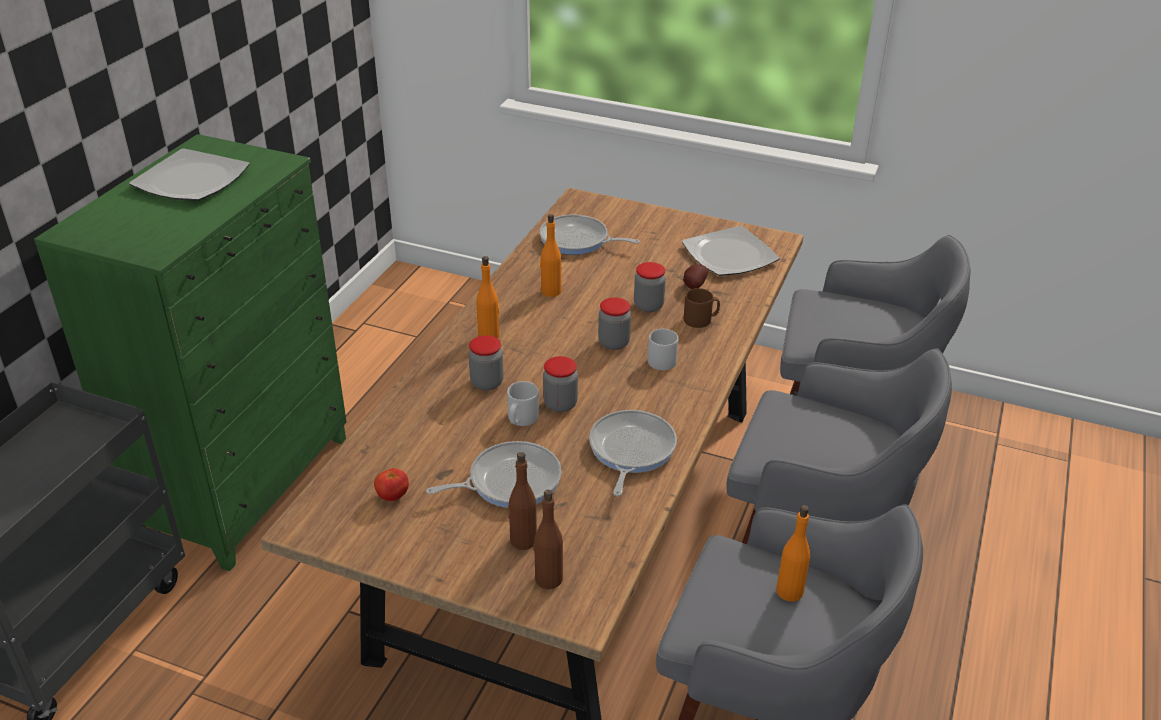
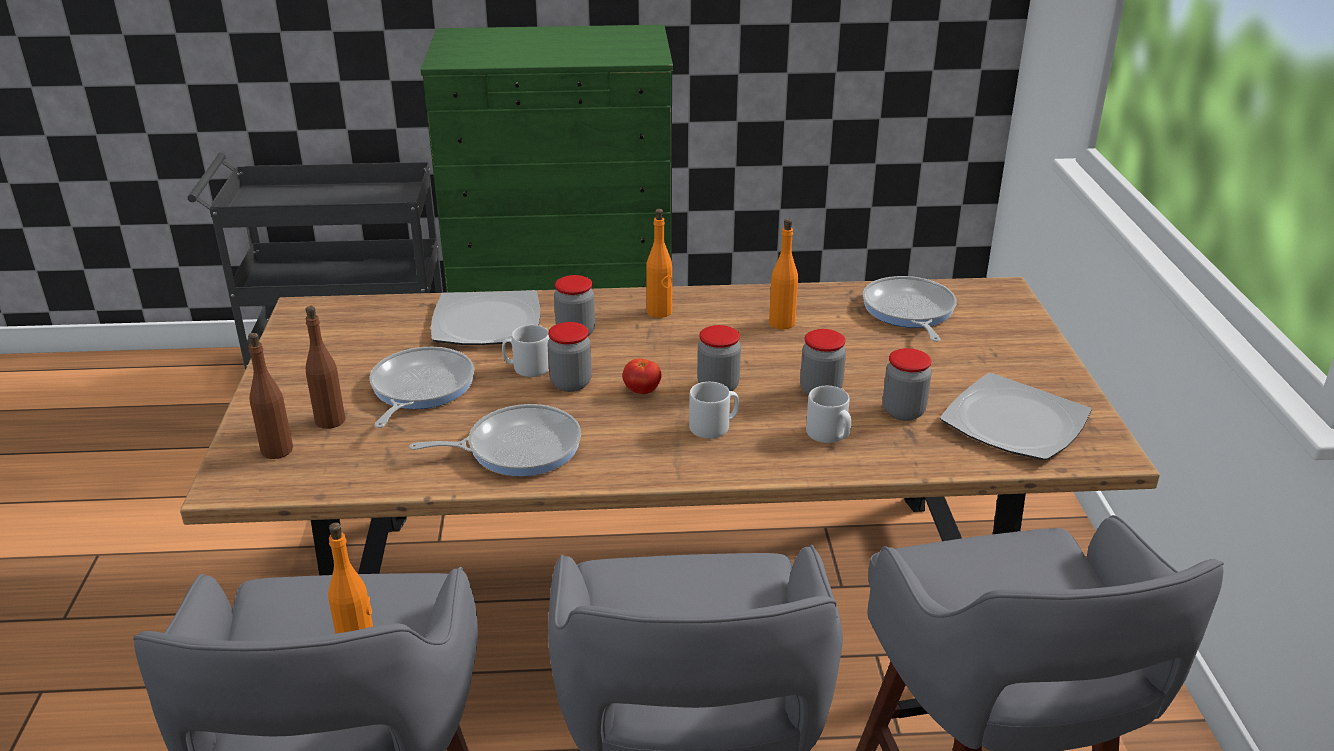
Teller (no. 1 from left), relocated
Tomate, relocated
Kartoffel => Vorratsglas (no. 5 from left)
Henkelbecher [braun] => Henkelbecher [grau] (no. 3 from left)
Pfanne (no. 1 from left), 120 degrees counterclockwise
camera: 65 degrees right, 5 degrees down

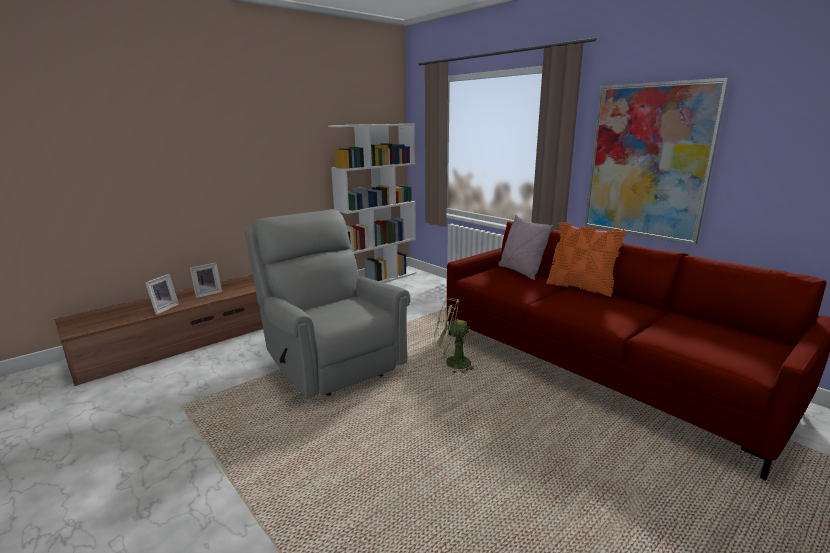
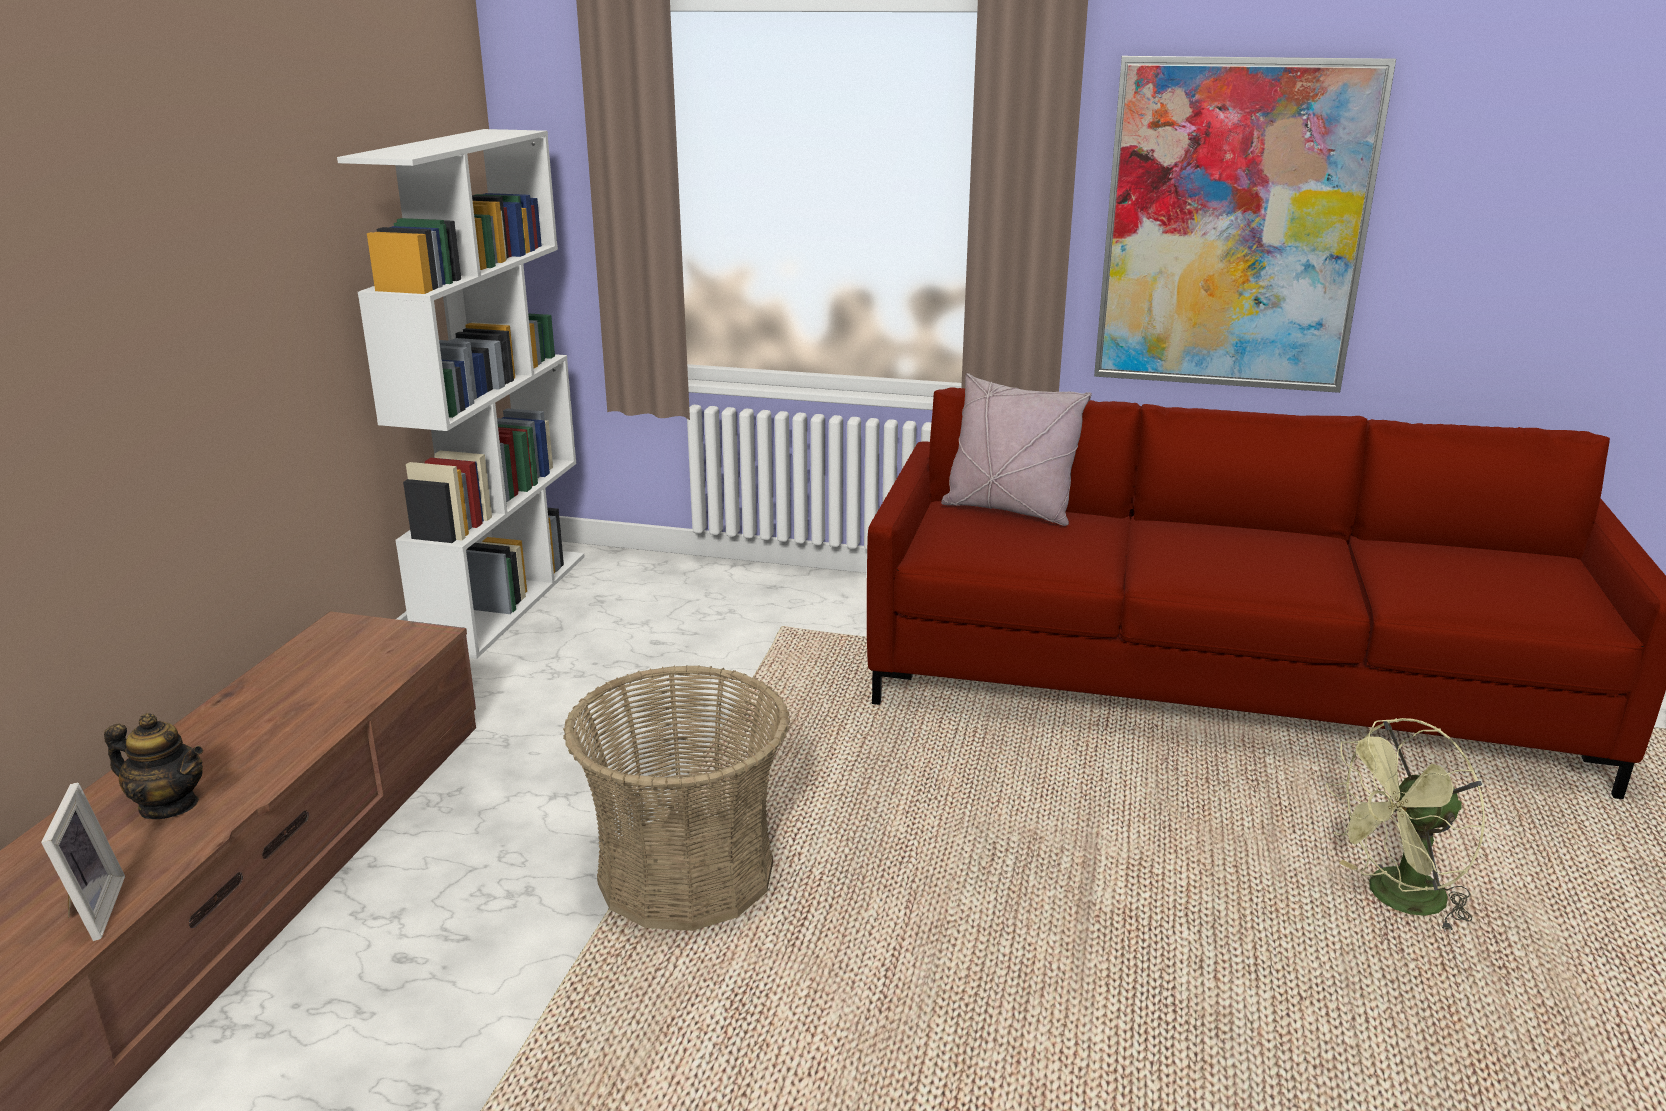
Kissen [orange] => nothing
Ventilator [grün], relocated
Bilderrahmen (no. 2 from left) => Teekanne
Sessel [grau] => Korb
camera: 35 degrees left, 5 degrees up

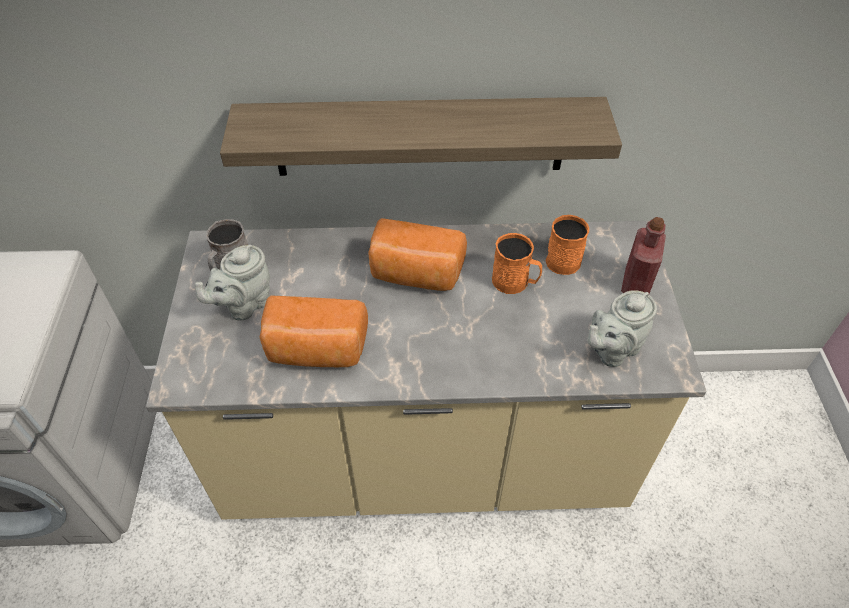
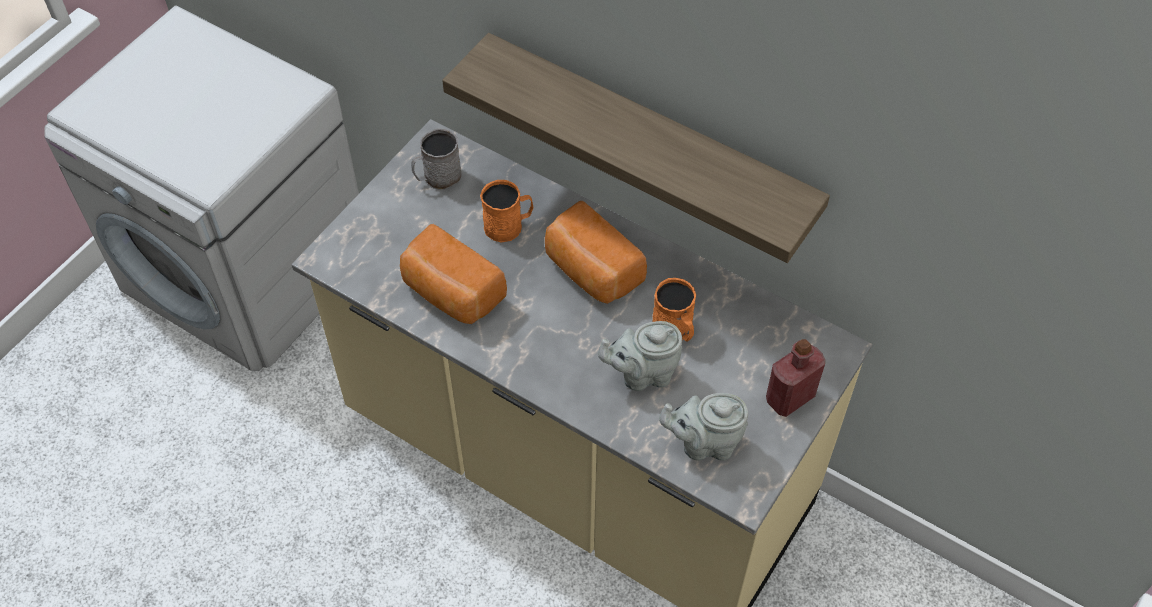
Teekanne [grau] (no. 1 from left), relocated
Henkelbecher [orange] (no. 2 from left in the first image) => Henkelbecher [orange] (no. 1 from left), relocated
camera: 35 degrees right, 5 degrees up

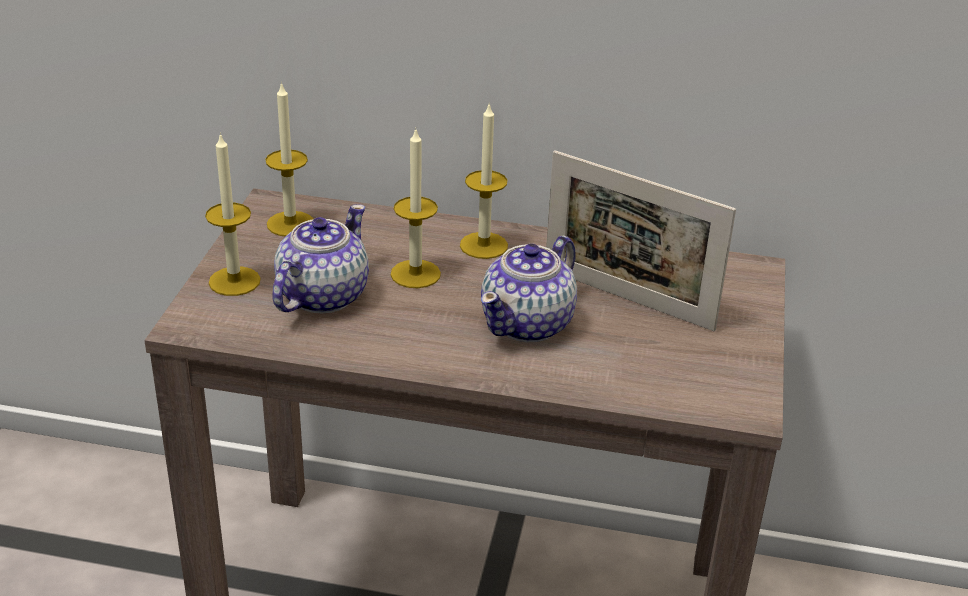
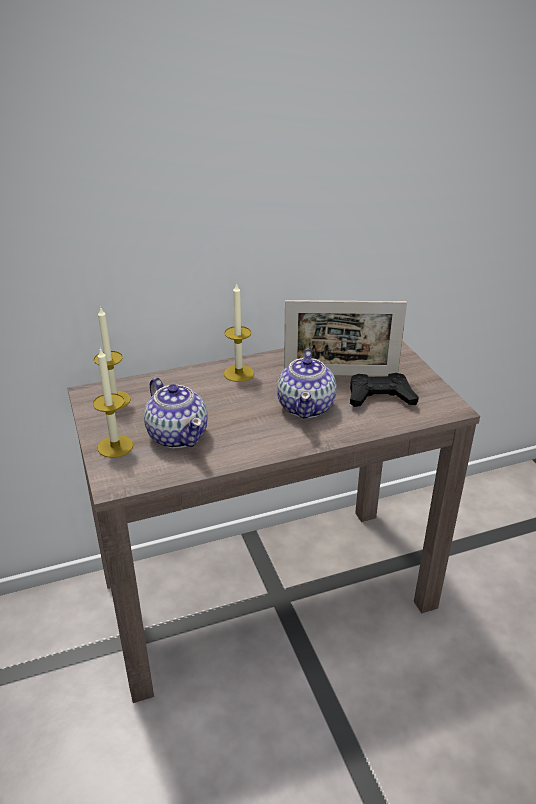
Kerze (no. 3 from left) => nothing
nothing => Gamepad [schwarz]
Teekanne (no. 1 from left), 150 degrees clockwise
camera: 30 degrees left, 0 degrees up

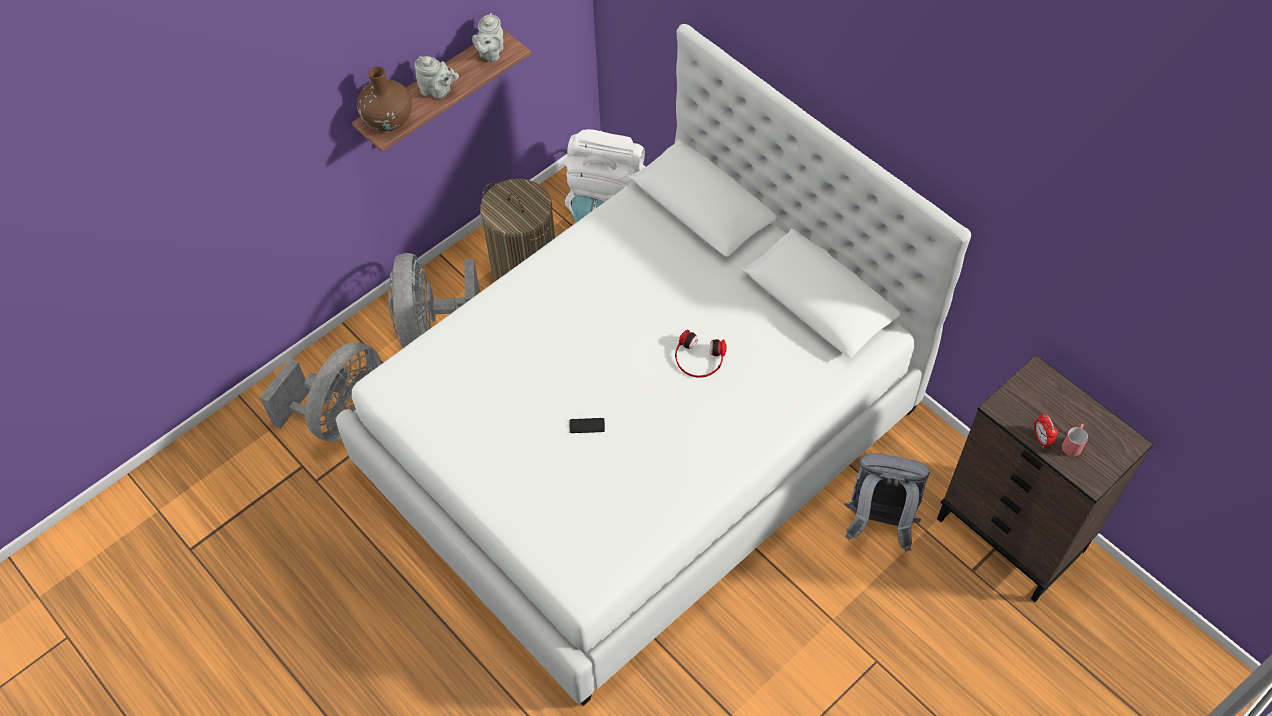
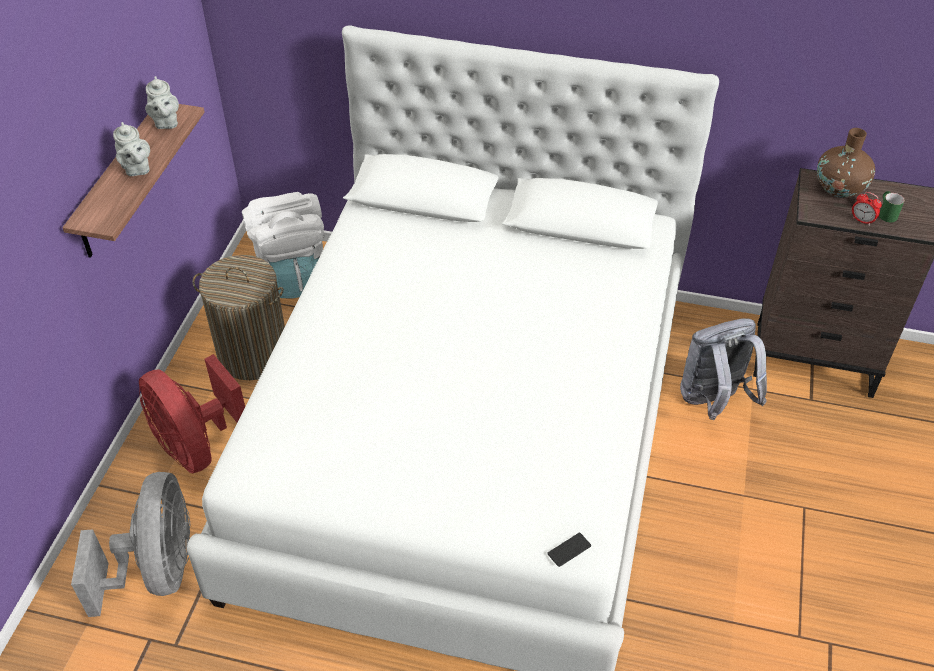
Kopfhörer => nothing
Vase [braun], relocated
Handy, relocated
Ventilator [grau] (no. 2 from left) => Ventilator [rot]
Henkelbecher [rot] => Henkelbecher [grün]
Teekanne [grau] (no. 1 from left), 75 degrees clockwise
camera: 35 degrees left, 10 degrees down

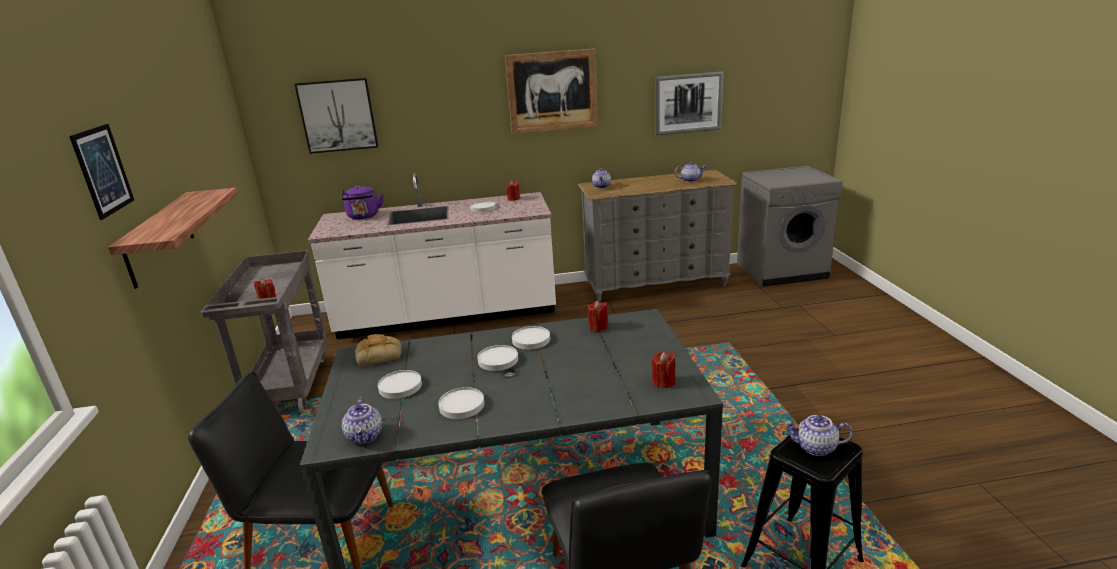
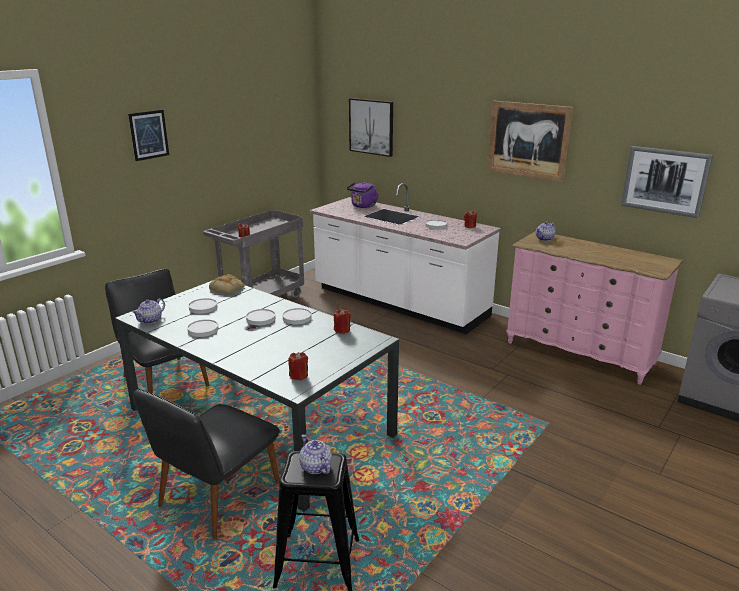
Wandregal => nothing
Teekanne (no. 3 from left) => nothing
Kommode [grau] => Kommode [rosa]
camera: 45 degrees right, 0 degrees up

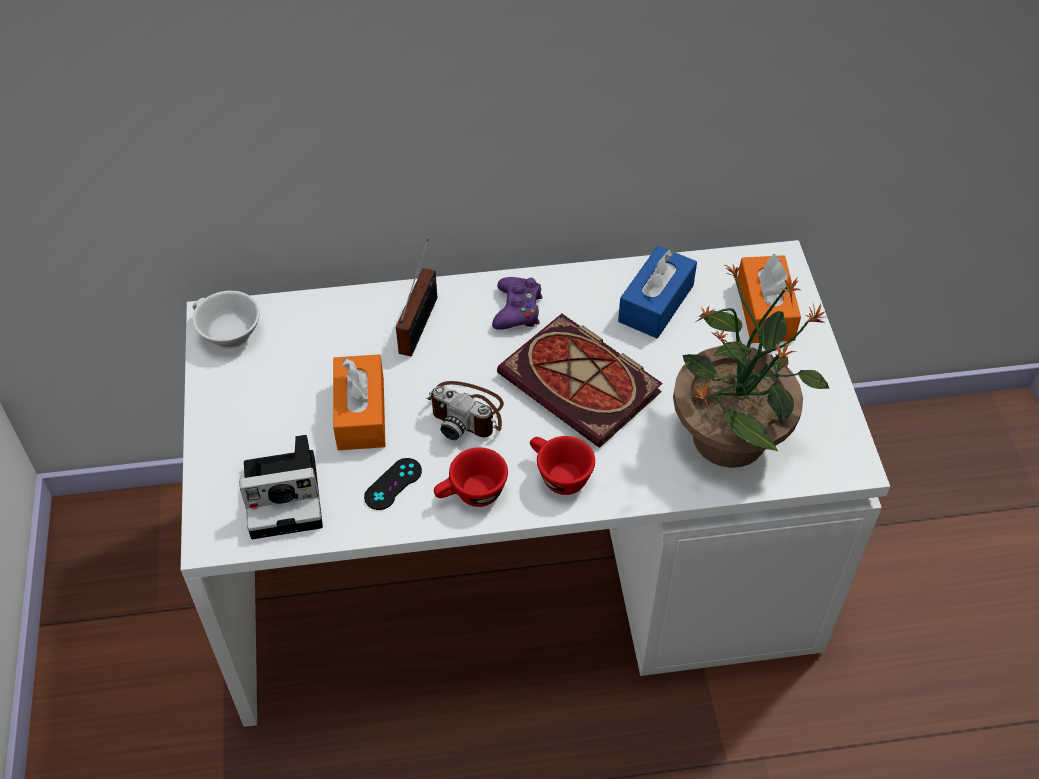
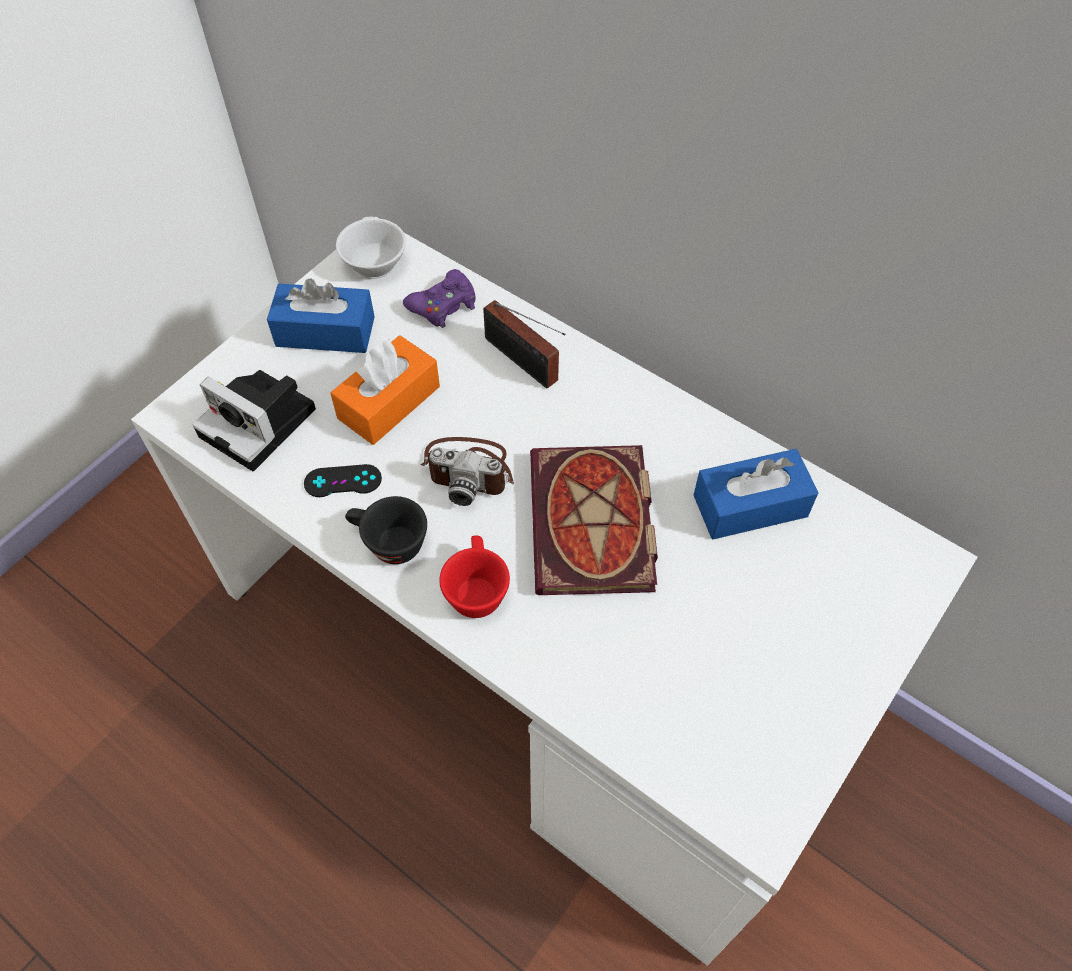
Topfpflanze => nothing
Taschentuchbox [orange] (no. 2 from left) => nothing
nothing => Taschentuchbox [blau] (no. 1 from left)
Gamepad [lila], relocated
Tasse [rot] (no. 1 from left) => Tasse [schwarz]
Radio, 75 degrees clockwise
Kamera (no. 2 from left), 60 degrees counterclockwise
camera: 45 degrees right, 5 degrees up

